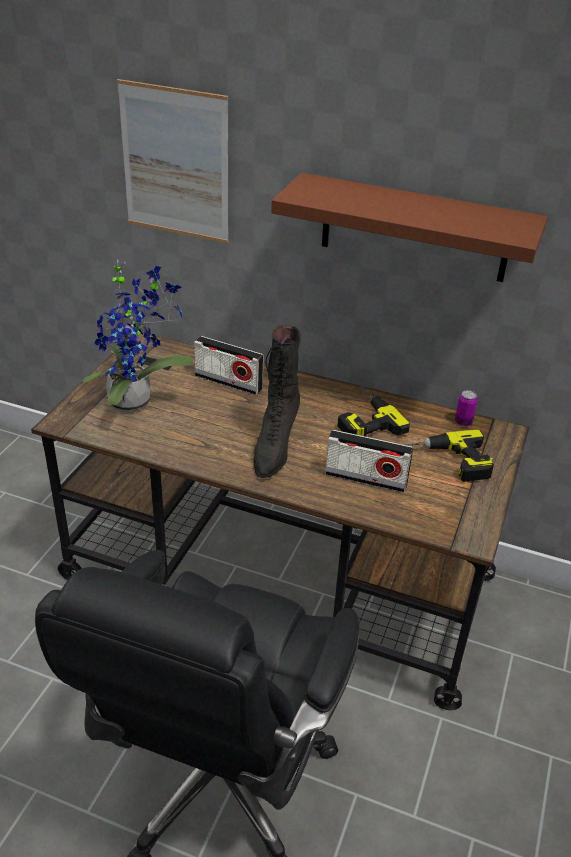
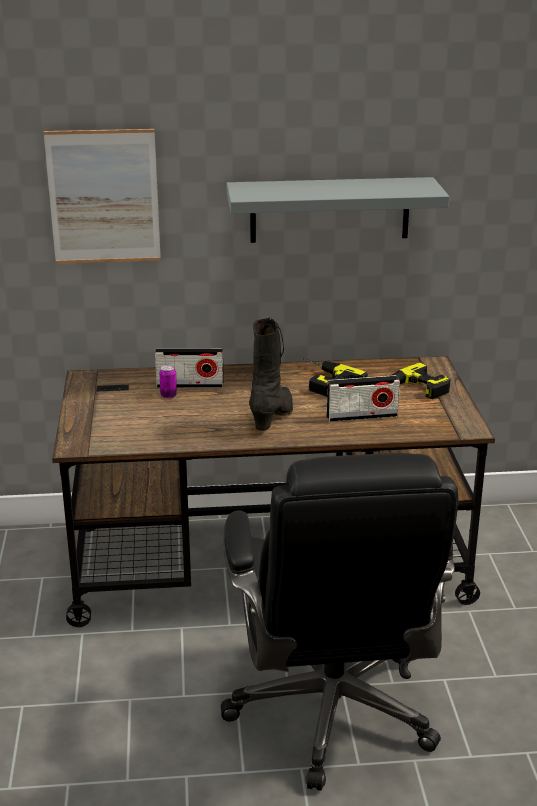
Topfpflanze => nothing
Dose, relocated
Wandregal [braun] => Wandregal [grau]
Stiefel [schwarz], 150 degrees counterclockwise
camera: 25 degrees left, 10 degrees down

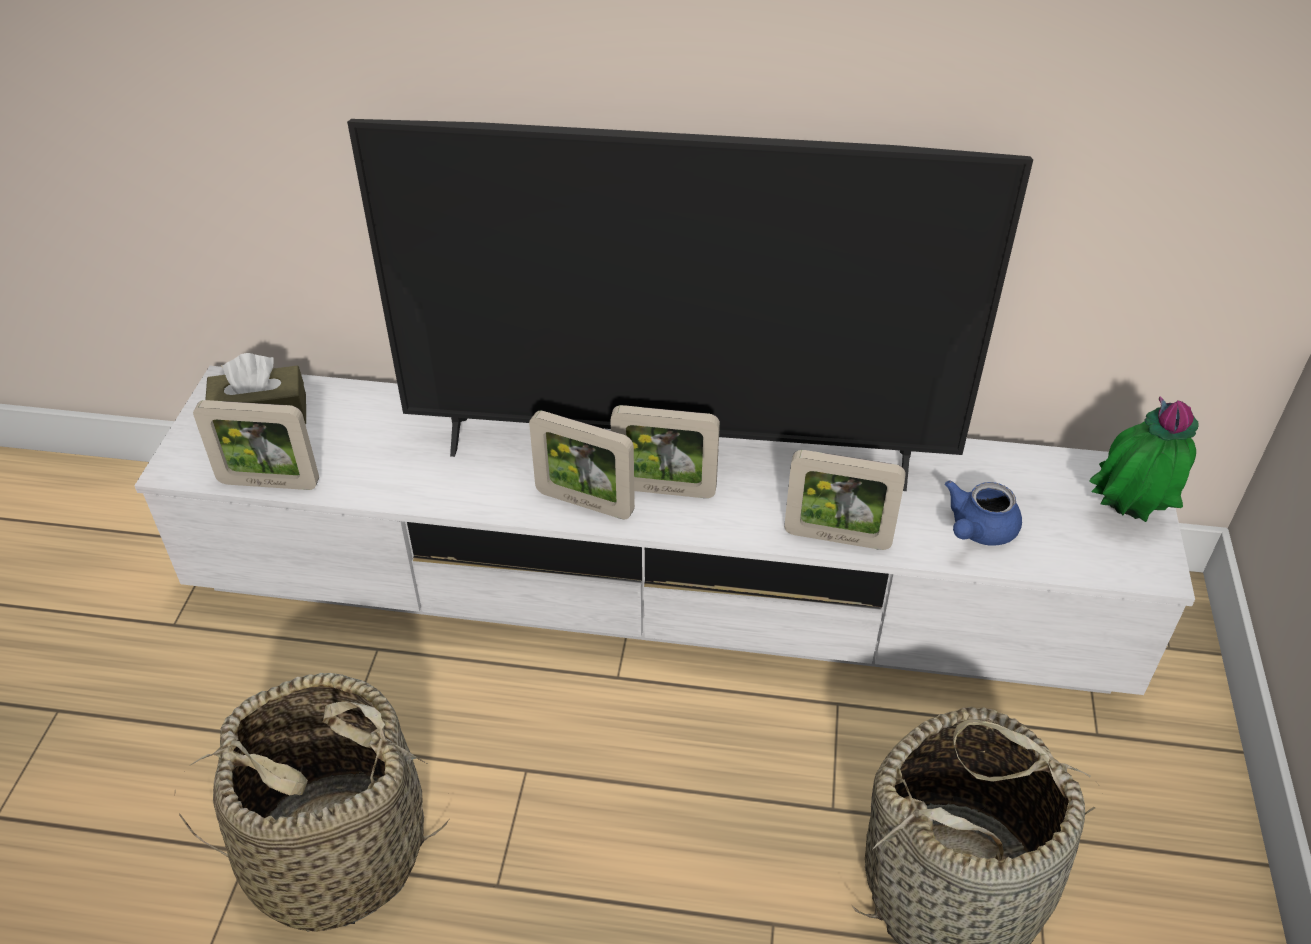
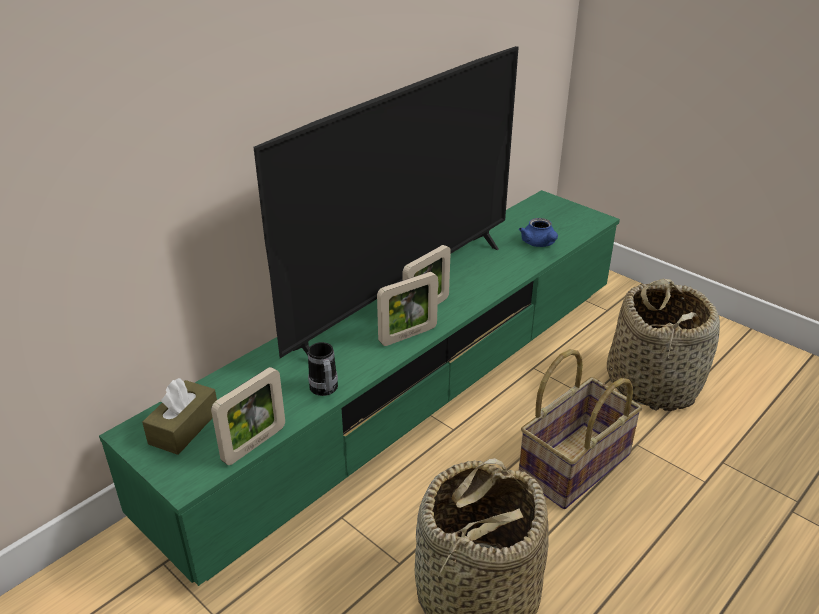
Bilderrahmen (no. 4 from left) => nothing
Topfpflanze => nothing
nothing => Henkelbecher
nothing => Korb (no. 2 from left)
Fernsehschrank [weiß] => Fernsehschrank [grün]
camera: 55 degrees left, 10 degrees down

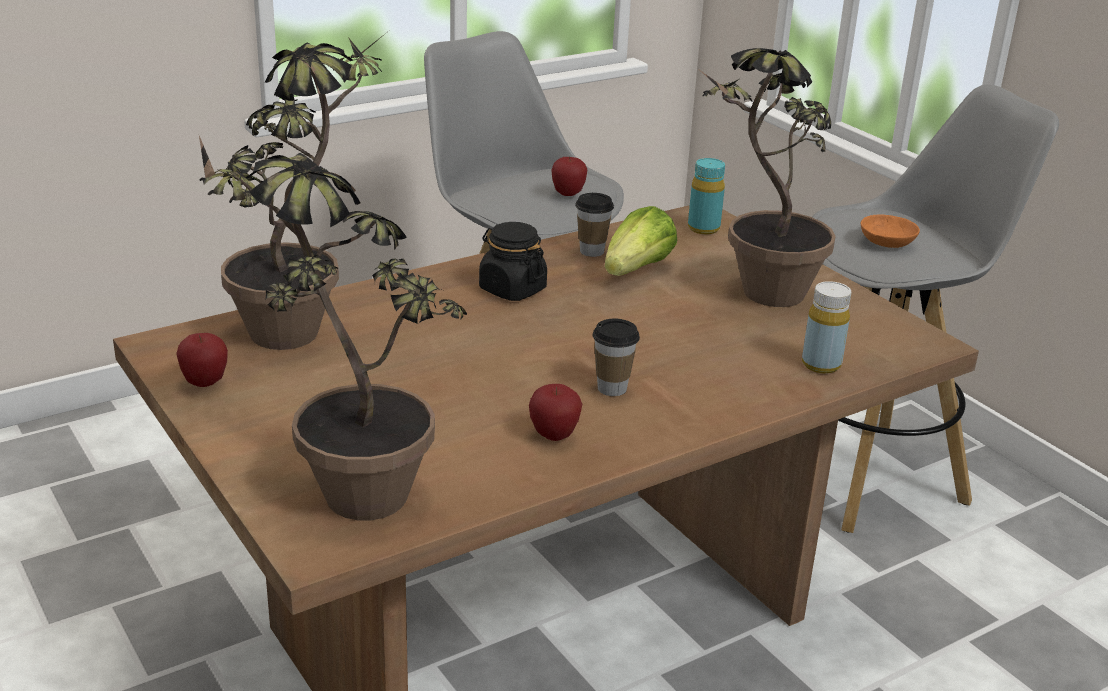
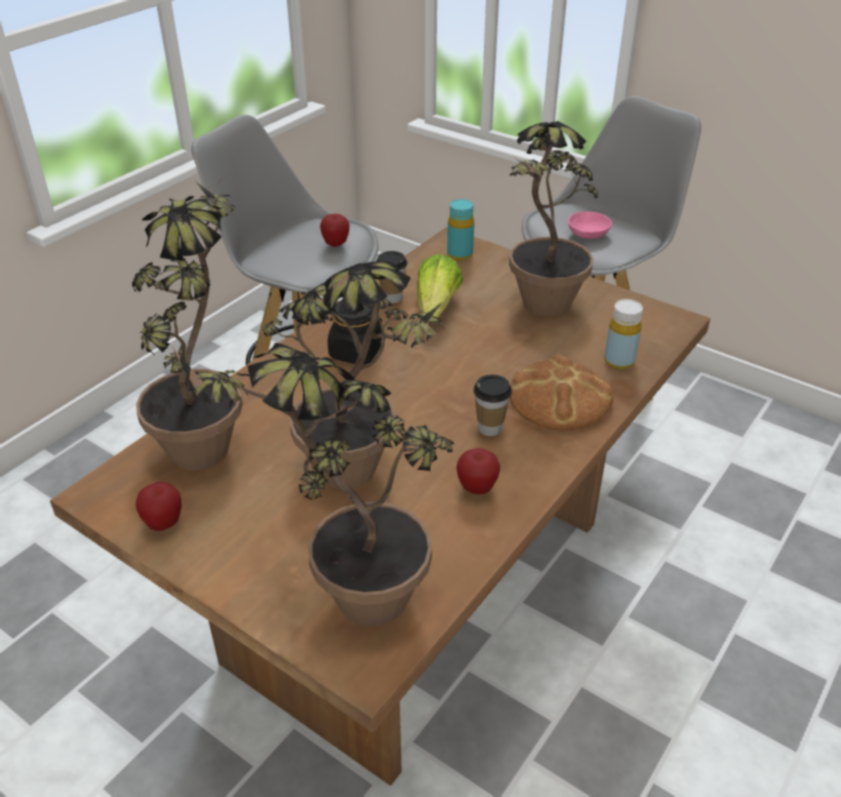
nothing => Topfpflanze (no. 3 from left)
nothing => Brot
Schüssel [orange] => Schüssel [rosa]
camera: 20 degrees left, 10 degrees up

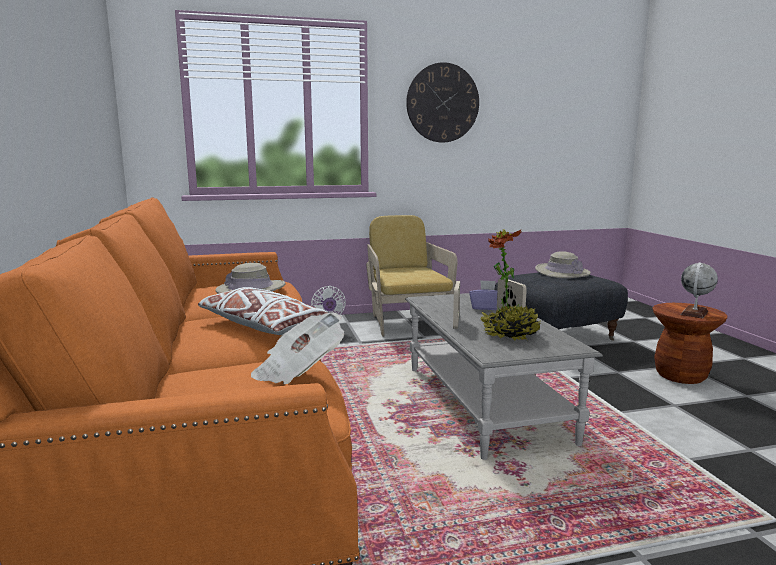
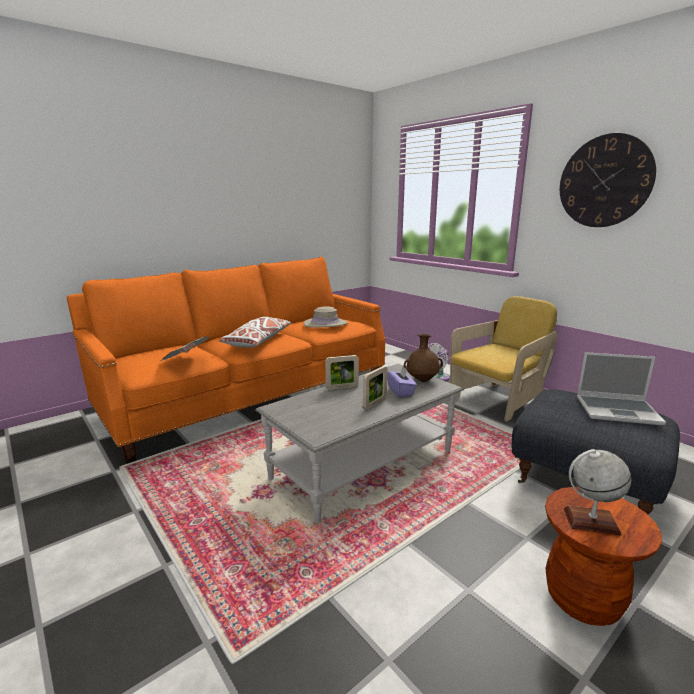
Topfpflanze => nothing
nothing => Vase [braun]
Hut [beige] (no. 2 from left) => Laptop
camera: 65 degrees right, 5 degrees up

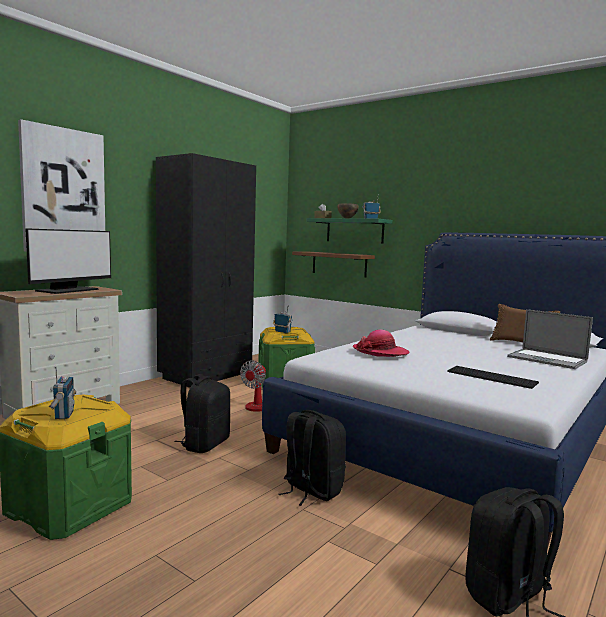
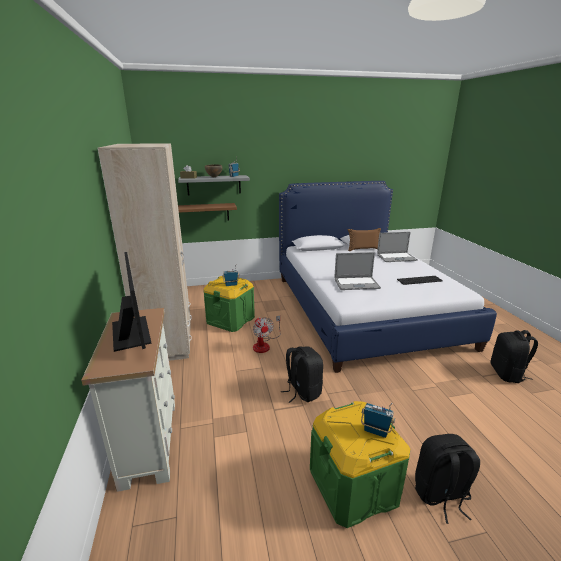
Bild => nothing
Rucksack [schwarz] (no. 2 from left), relocated
Hut => Laptop (no. 1 from left)
Kleiderschrank [schwarz] => Kleiderschrank [beige]
Wandregal [grün] => Wandregal [grau]
camera: 50 degrees left, 15 degrees up

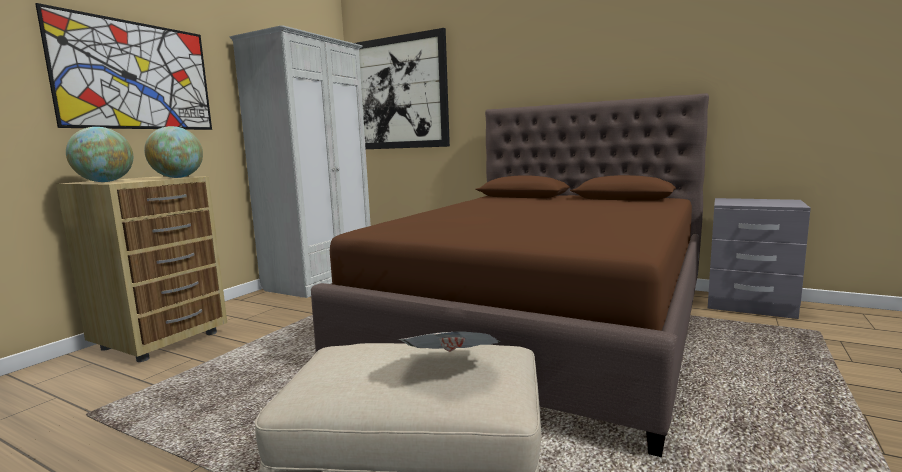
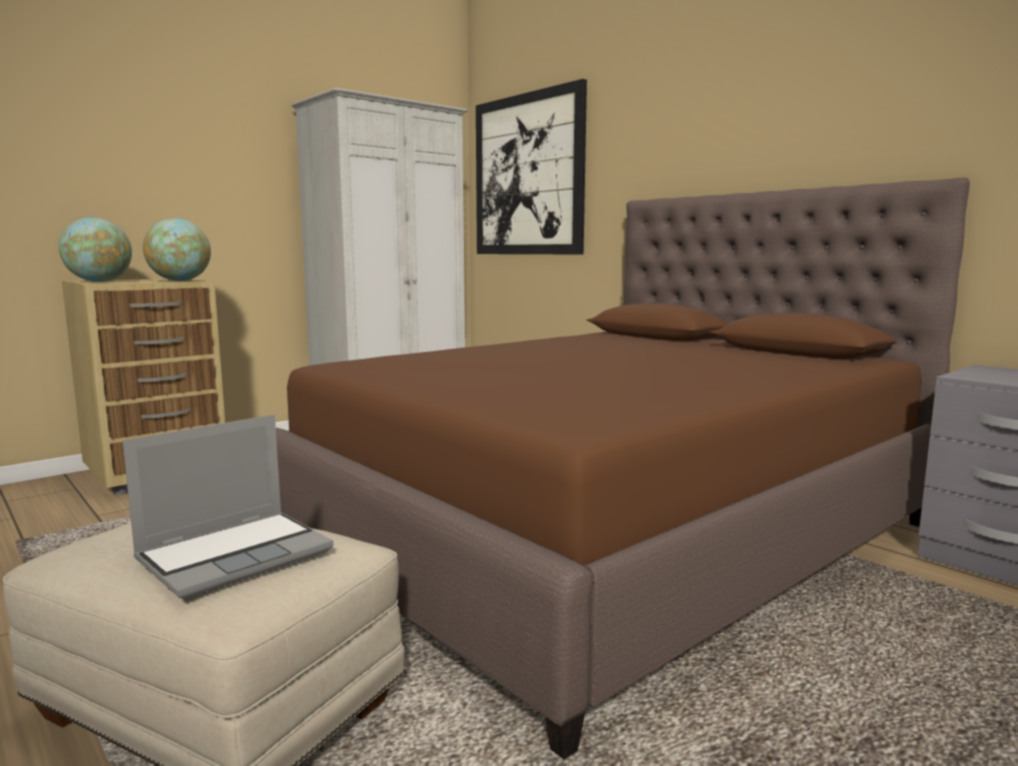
Bild (no. 1 from left) => nothing
Zeitung => Laptop
camera: 20 degrees right, 0 degrees up

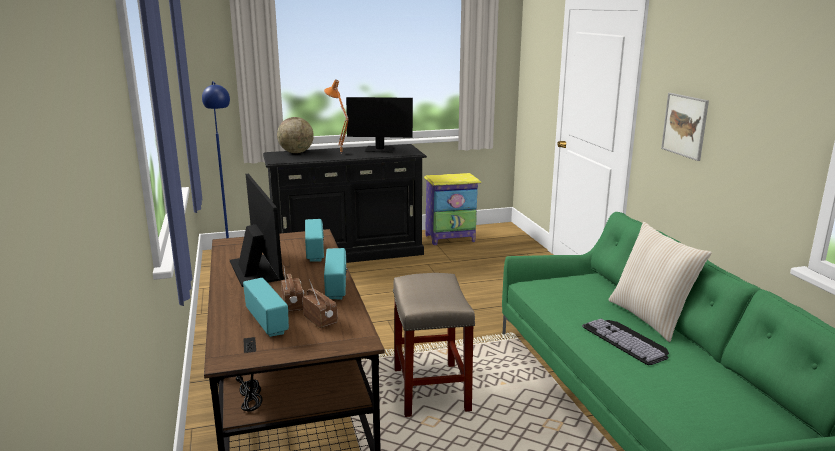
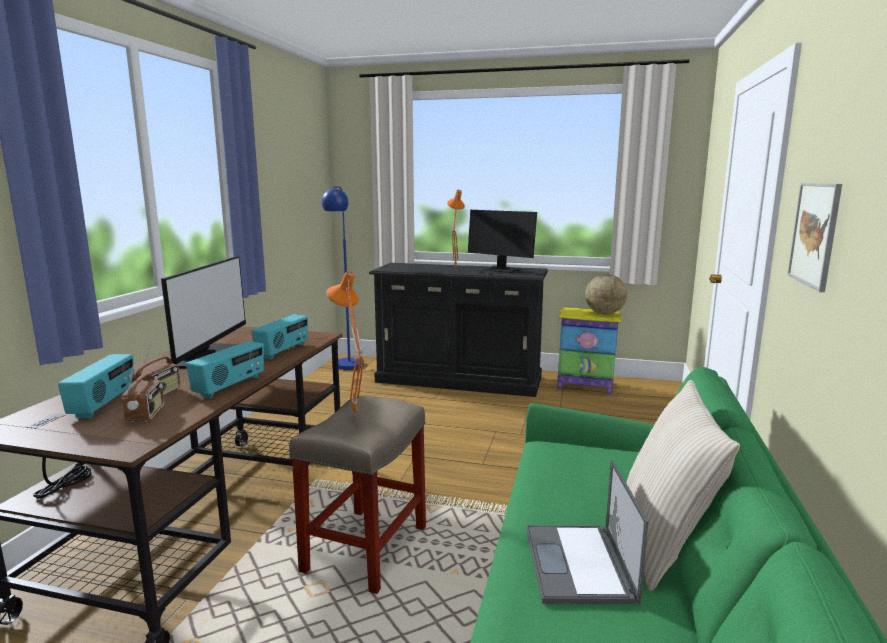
nothing => Tischlampe [orange] (no. 1 from left)
Globus, relocated
Tastatur => Laptop
camera: 30 degrees right, 5 degrees down

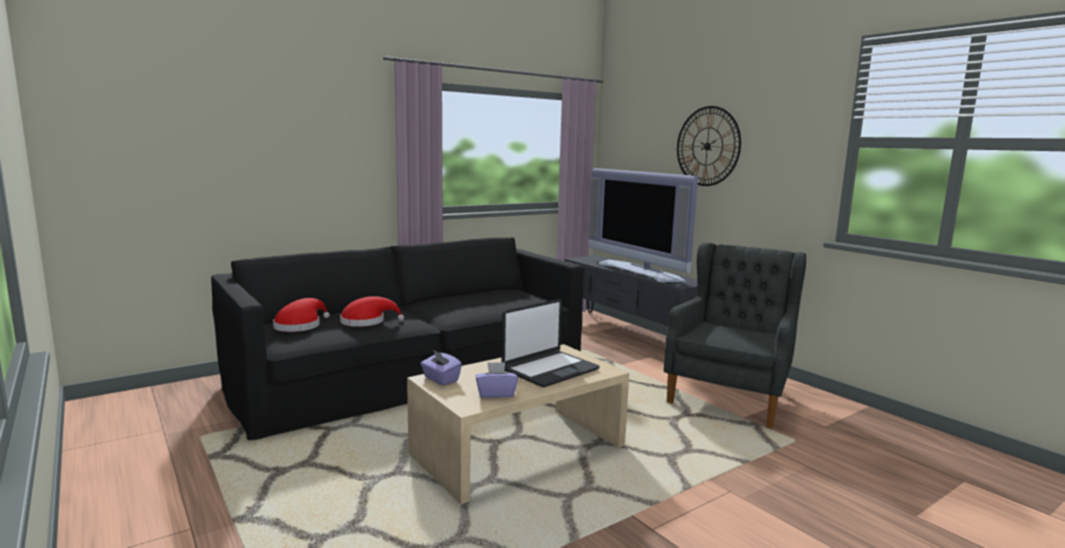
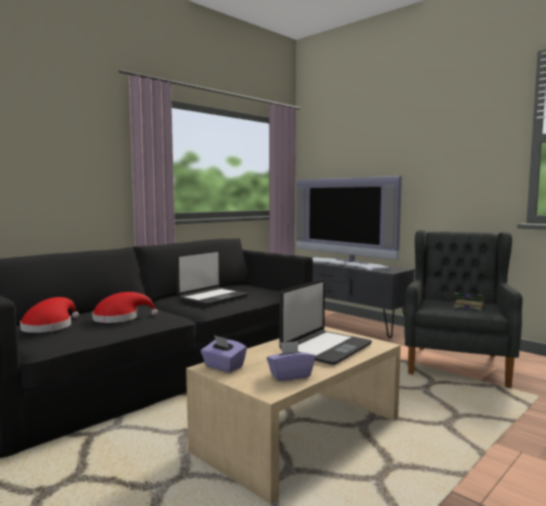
Wanduhr => nothing
nothing => Laptop (no. 1 from left)
nothing => Buch
camera: 10 degrees left, 5 degrees down

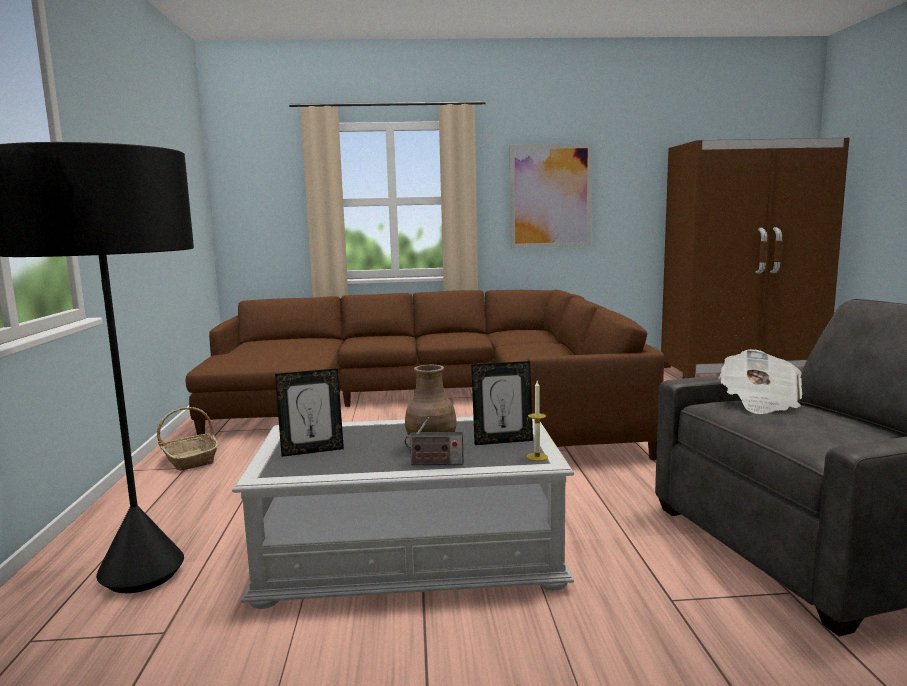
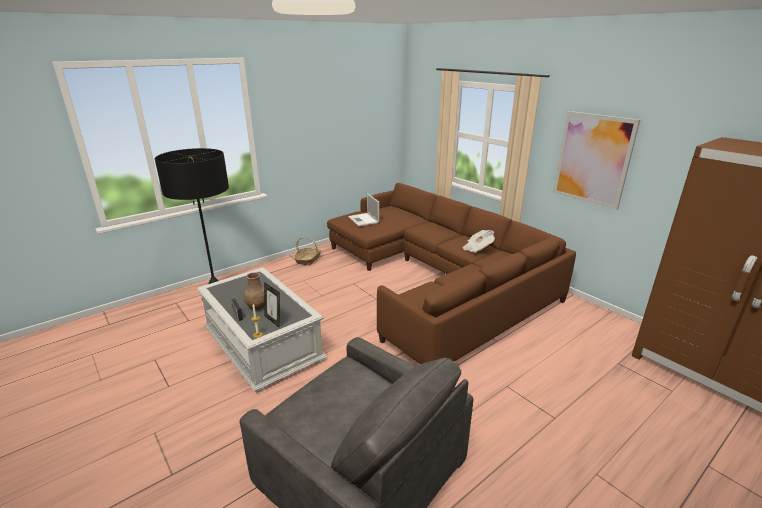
Bilderrahmen (no. 1 from left) => nothing
nothing => Laptop
Zeitung, relocated
camera: 55 degrees right, 15 degrees up

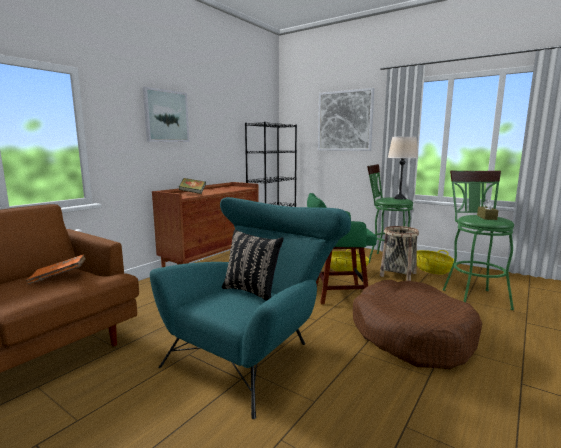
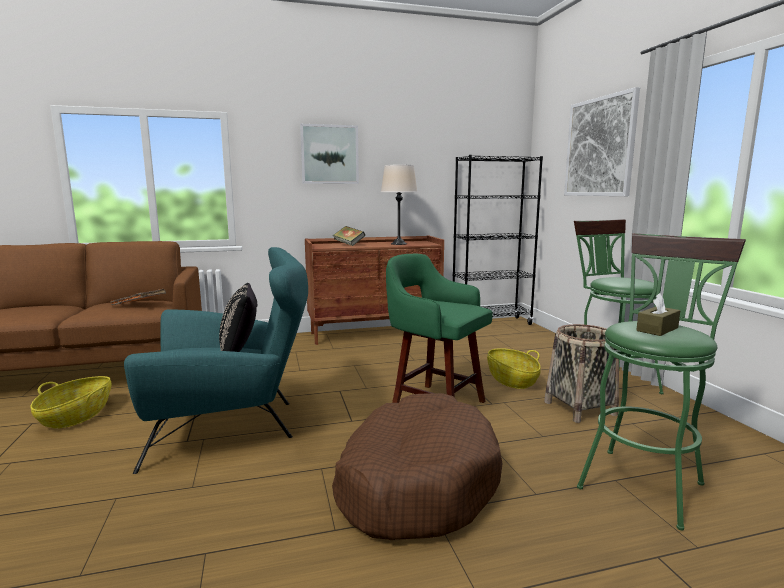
Tischlampe [beige], relocated
Korb (no. 3 from left in the first image) => Korb (no. 1 from left), relocated
camera: 40 degrees right, 0 degrees up

